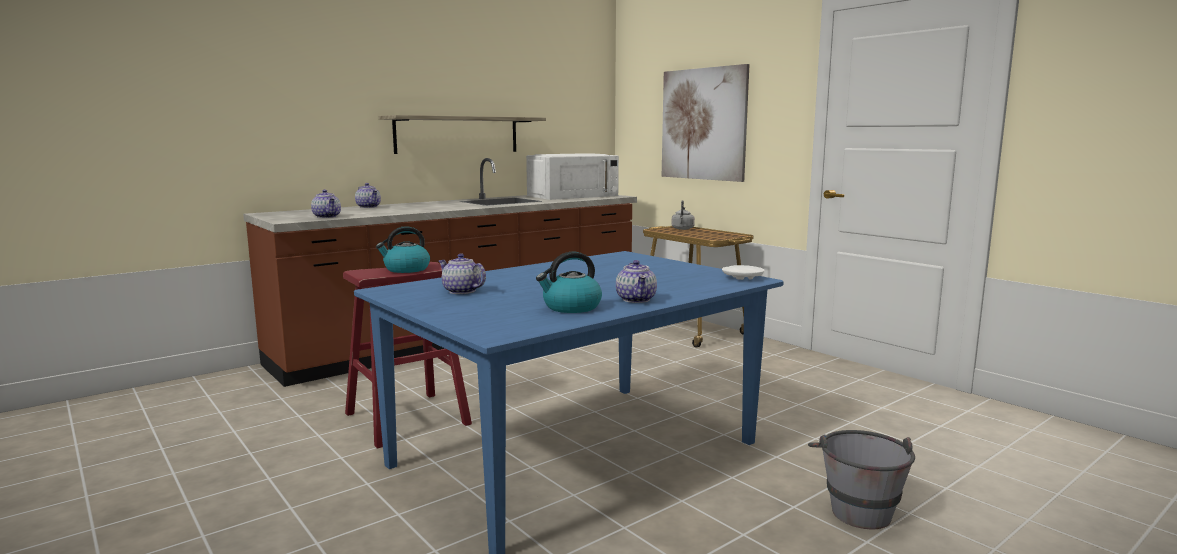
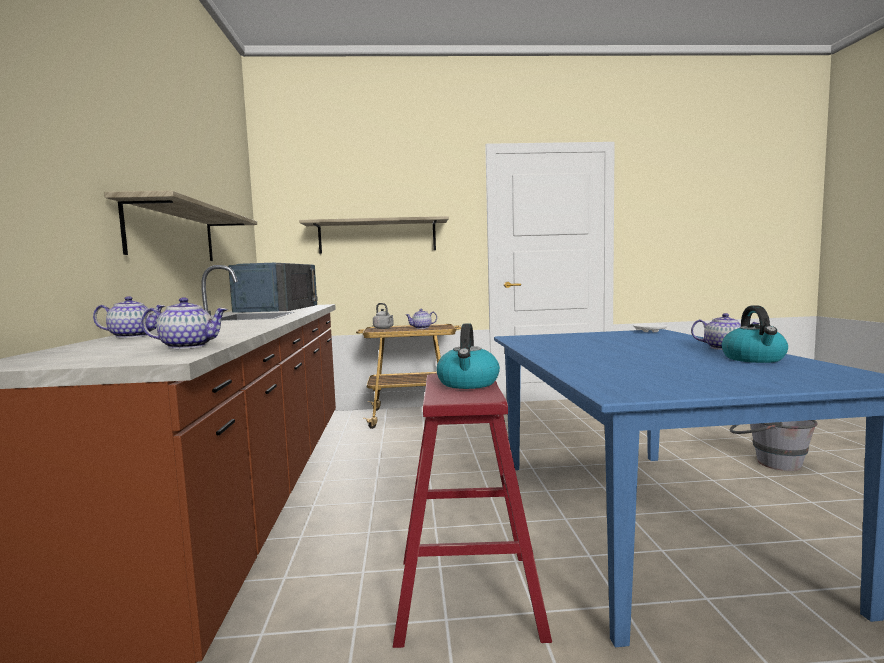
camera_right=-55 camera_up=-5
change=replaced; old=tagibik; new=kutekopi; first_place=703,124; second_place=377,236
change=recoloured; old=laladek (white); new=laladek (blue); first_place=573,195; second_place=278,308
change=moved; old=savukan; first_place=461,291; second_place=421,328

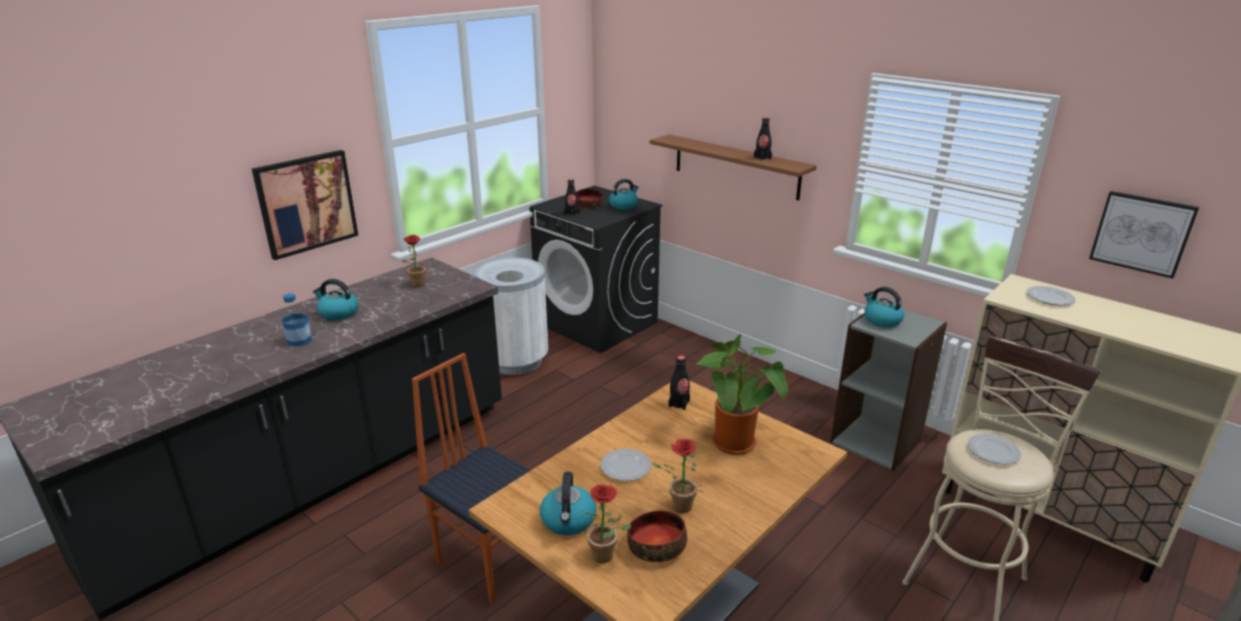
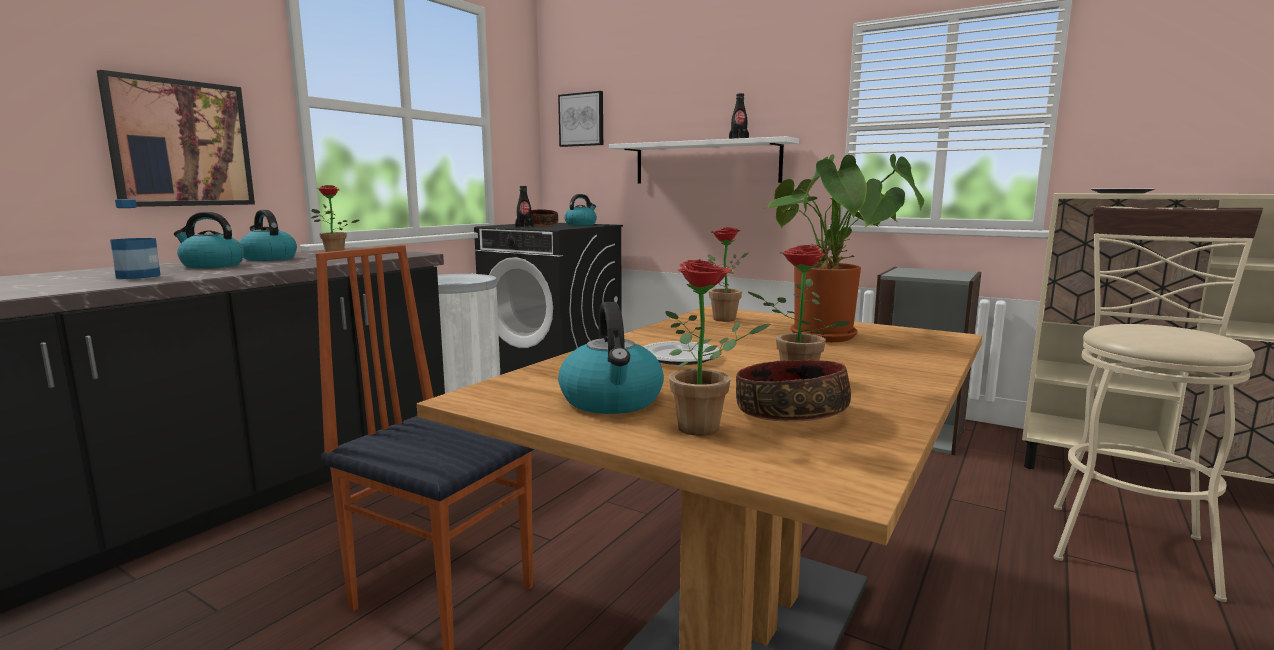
camera_right=-10 camera_up=-15
change=recoloured; old=kutekopi (brown); new=kutekopi (white); first_place=736,166; second_place=706,162
change=moved; old=tagibik; first_place=1142,233; second_place=581,119
change=moved; old=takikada; first_place=881,320; second_place=268,258
change=replaced; old=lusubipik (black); new=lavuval; first_place=679,403; second_place=720,318
change=removed; old=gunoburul; first_place=992,451

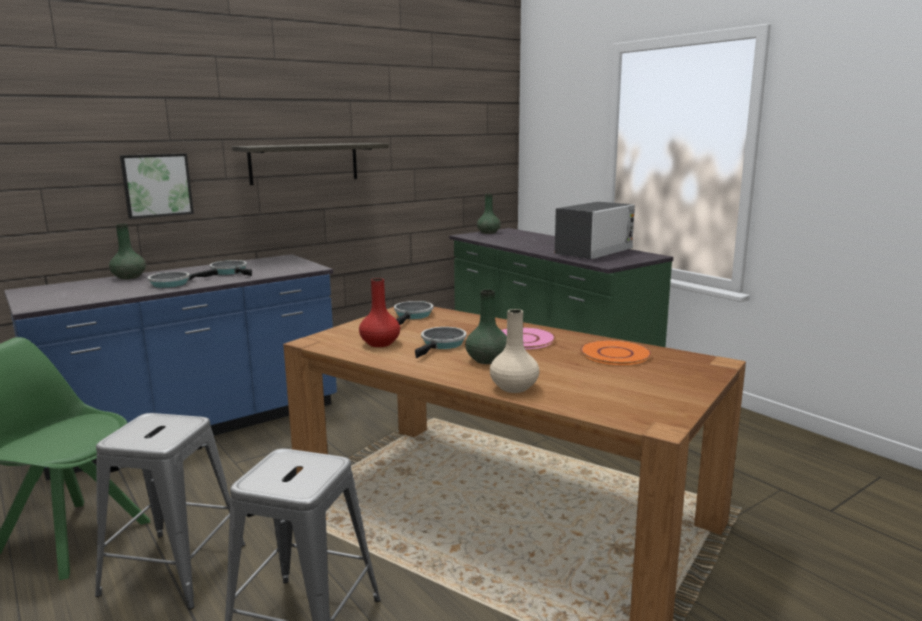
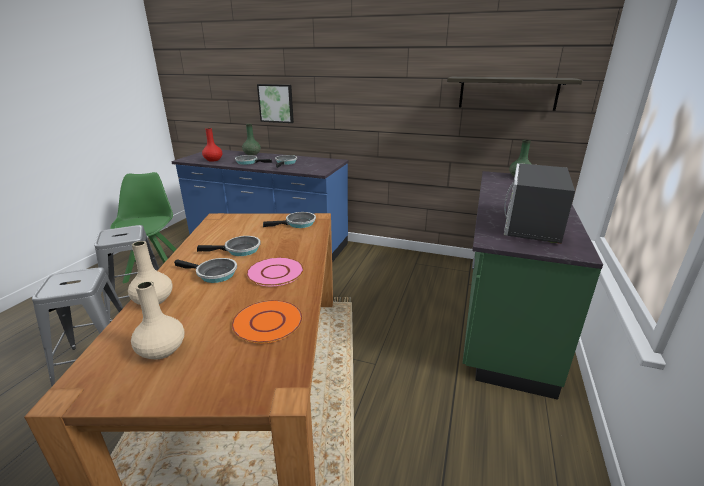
camera_right=55 camera_up=10
change=moved; old=kutekopi; first_place=304,163; second_place=507,93
change=turned; old=laladek; first_place=594,252; second_place=531,225; degrees=105
change=moved; old=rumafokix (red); first_place=380,343; second_place=213,160
change=replaced; old=rumafokix (green); new=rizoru; first_place=488,360; second_place=214,274
change=added; new=rumafokix (beige); second_place=161,351

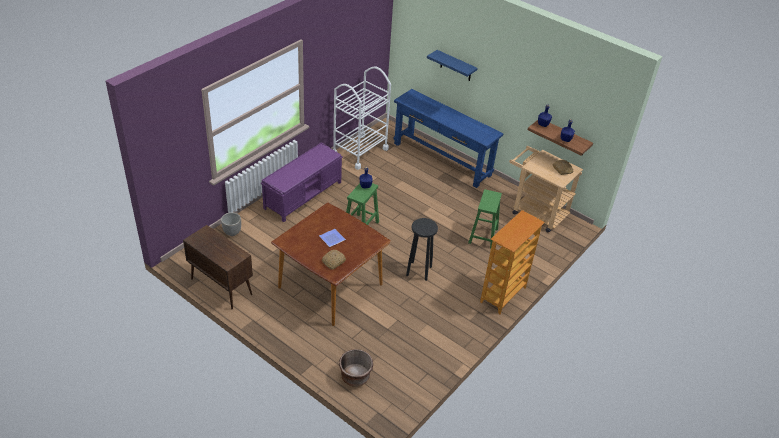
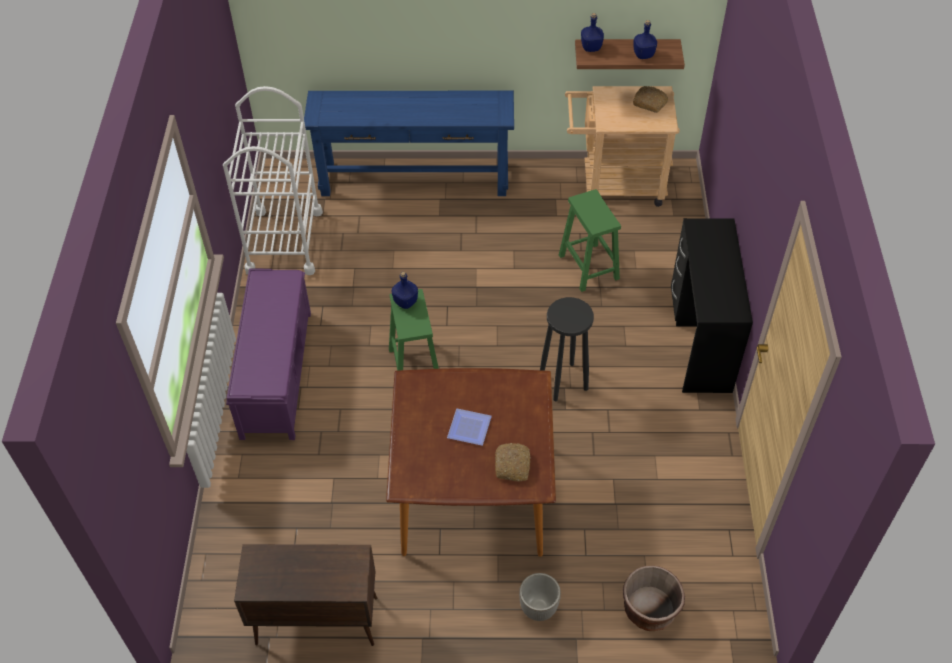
camera_right=-35 camera_up=10
change=removed; old=kutekopi (blue); first_place=456,66
change=replaced; old=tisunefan; new=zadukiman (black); first_place=503,295; second_place=700,340
change=moved; old=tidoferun; first_place=232,232; second_place=538,608

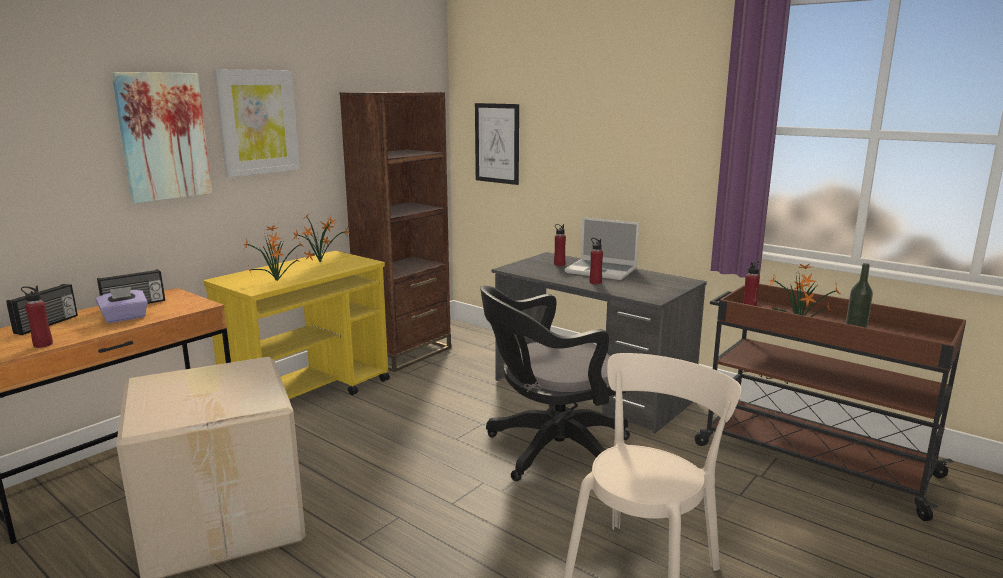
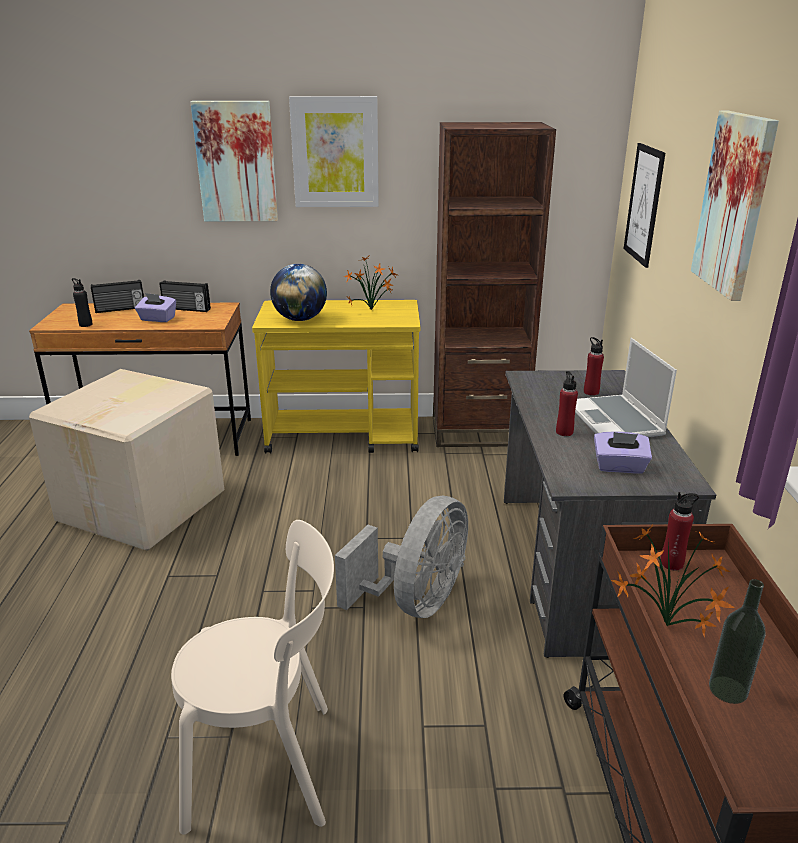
camera_right=50 camera_up=10
change=replaced; old=lavuval; new=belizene; first_place=279,281; second_place=300,319
change=recoloured; old=lusubipik (red); new=lusubipik (black); first_place=43,344; second_place=85,324
change=replaced; old=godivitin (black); new=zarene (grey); first_place=551,450; second_place=415,602
change=added; new=tagibik; second_place=734,204
change=added; new=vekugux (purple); second_place=619,467

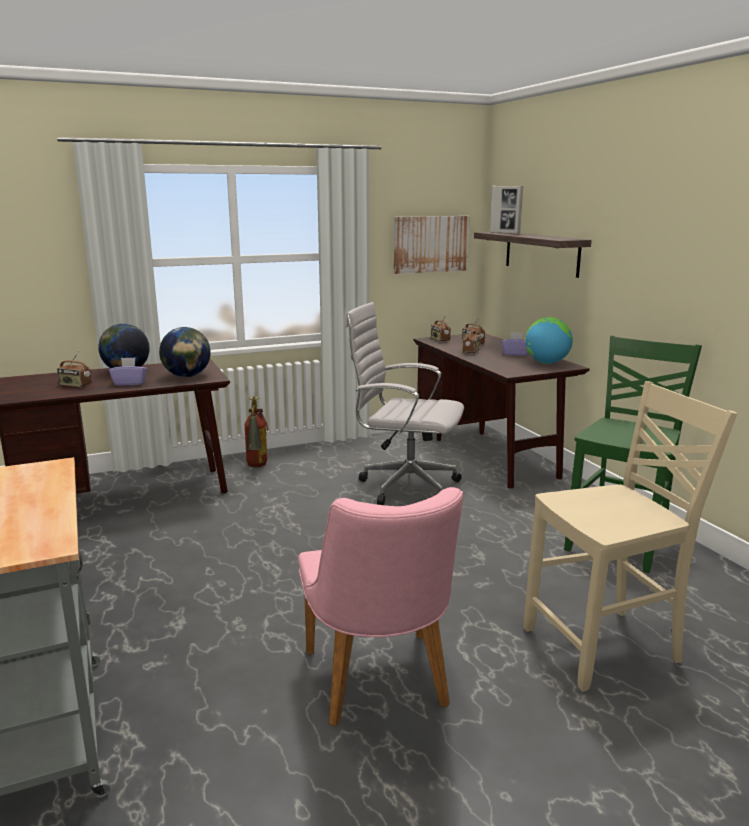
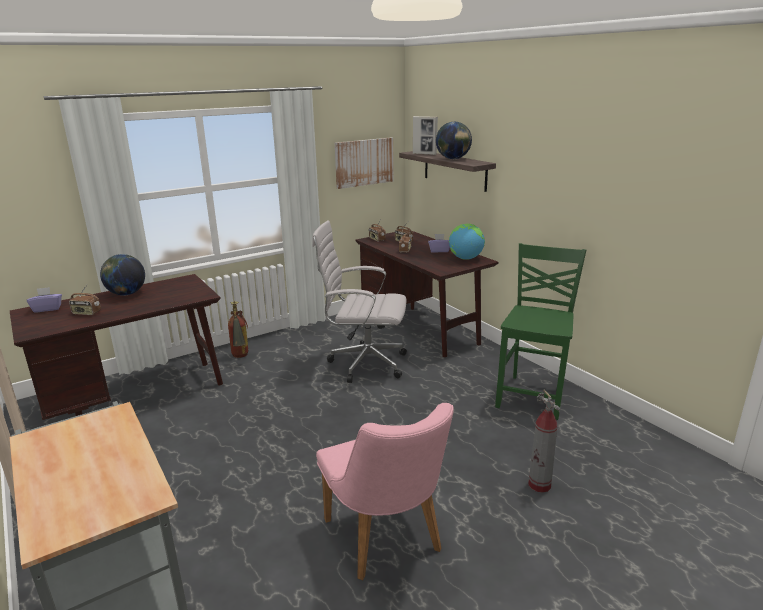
camera_right=-10 camera_up=5
change=moved; old=belizene; first_place=187,376; second_place=453,159
change=moved; old=vekugux (purple); first_place=130,383; second_place=47,309
change=replaced; old=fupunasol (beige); new=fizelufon; first_place=605,647; second_place=539,485

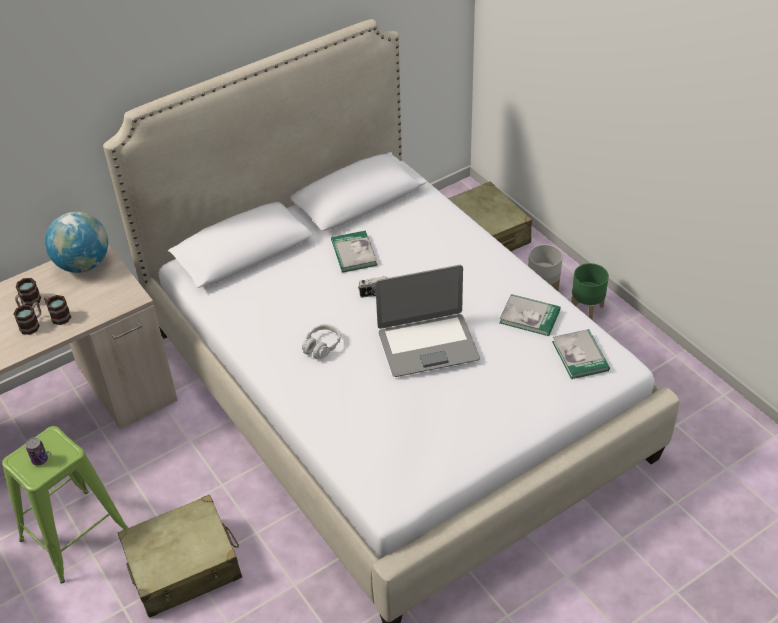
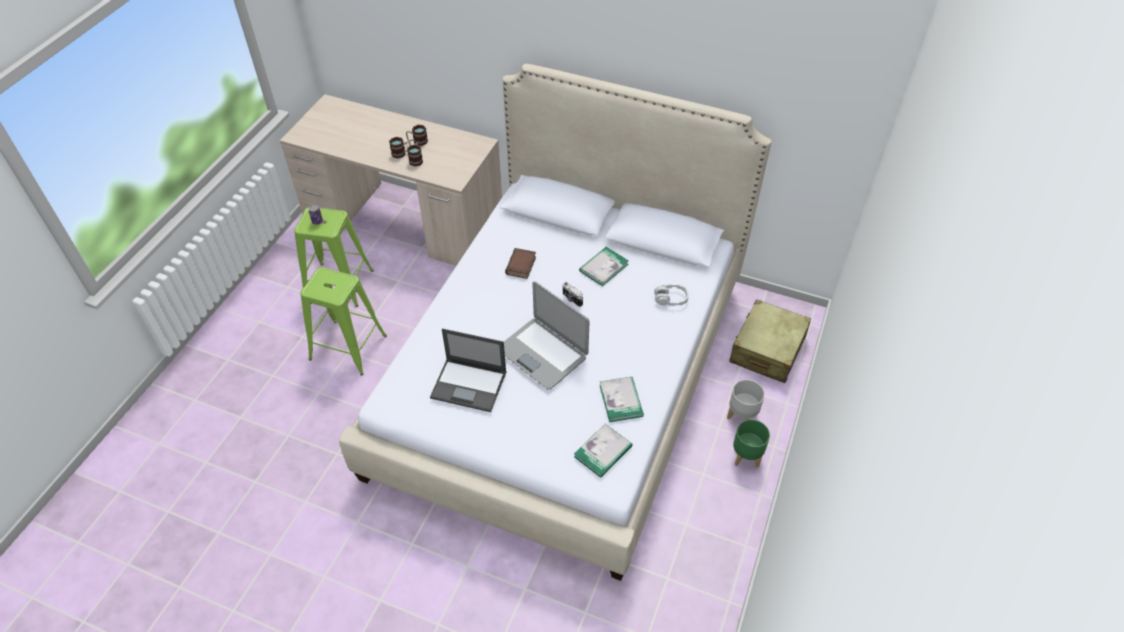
camera_right=55 camera_up=5
change=removed; old=belizene; first_place=83,264
change=moved; old=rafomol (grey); first_place=321,346; second_place=670,299
change=replaced; old=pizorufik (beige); new=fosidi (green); first_place=184,566; second_place=347,347
change=added; new=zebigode; second_place=521,266
change=added; new=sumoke; second_place=470,385

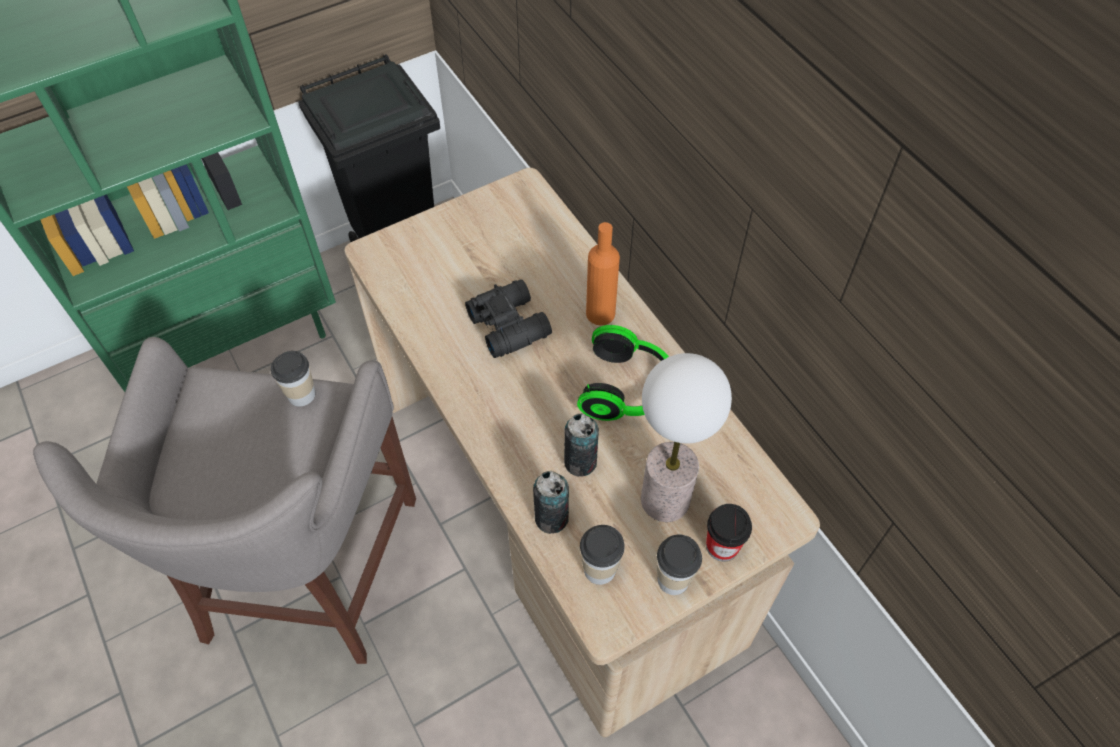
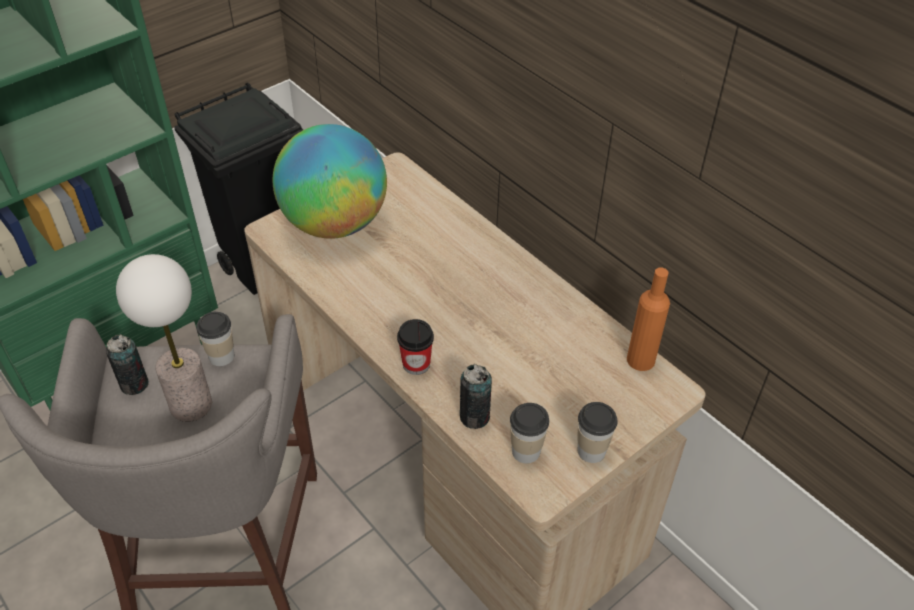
camera_right=-10 camera_up=-10
change=moved; old=lusubipik (orange); first_place=600,313; second_place=640,360
change=removed; old=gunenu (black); first_place=509,323
change=removed; old=rafomol; first_place=628,388
change=moved; old=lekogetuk; first_place=665,499; second_place=191,404
change=moved; old=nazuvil; first_place=580,462; second_place=134,384
change=moved; old=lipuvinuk; first_place=722,546; second_place=416,364
change=added; new=belizene; second_place=334,223

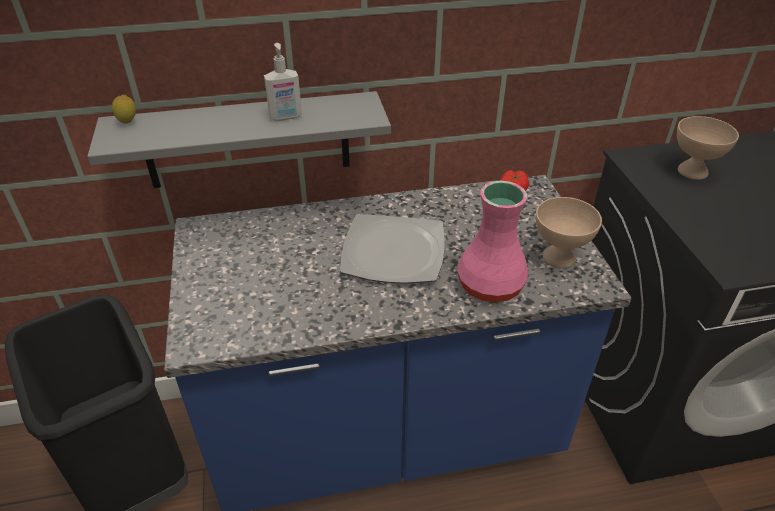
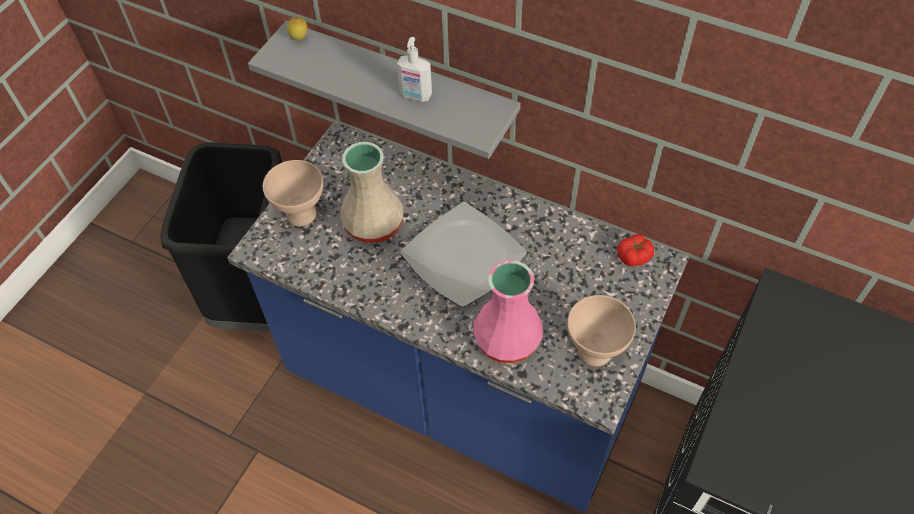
camera_right=40 camera_up=15
change=moved; old=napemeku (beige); first_place=691,171; second_place=302,213
change=added; new=rumafokix (beige); second_place=373,225

